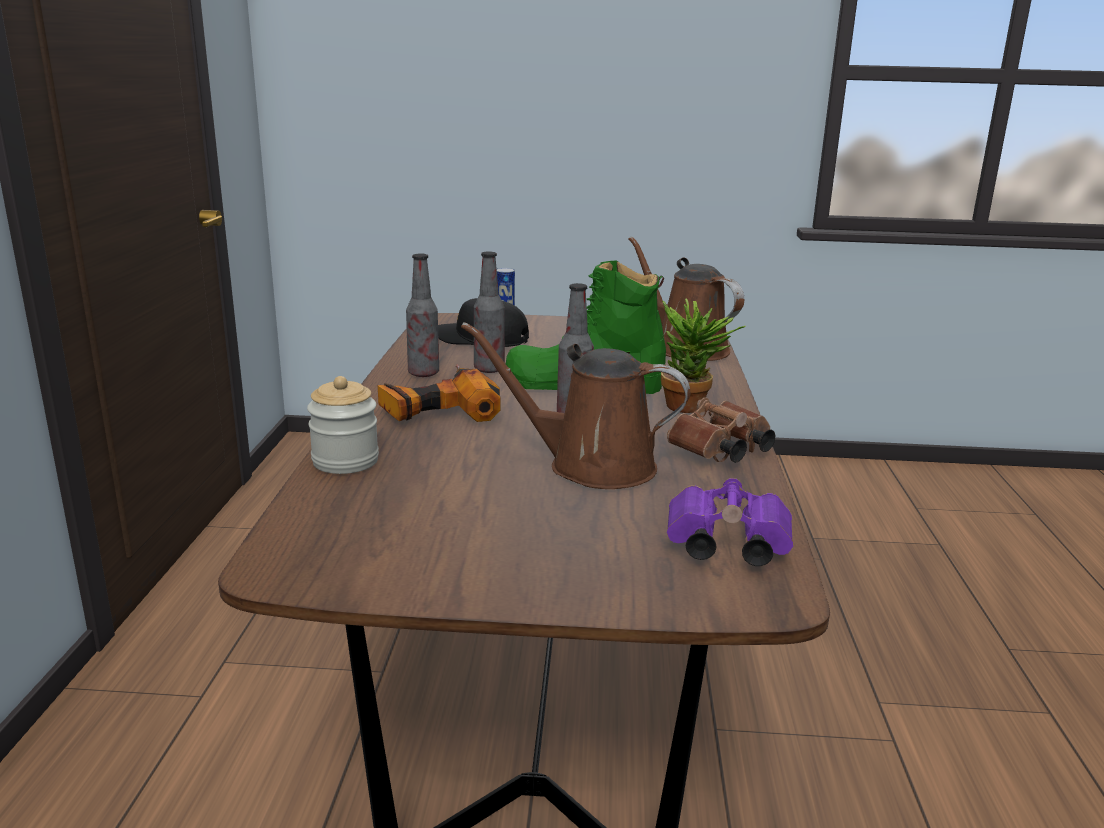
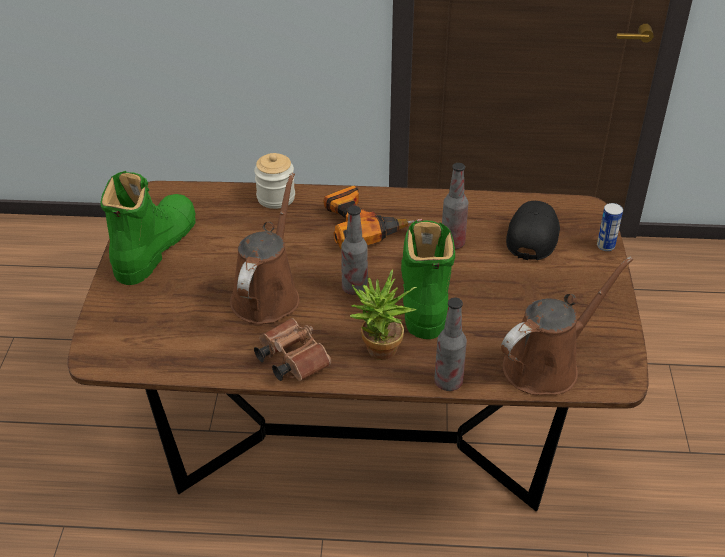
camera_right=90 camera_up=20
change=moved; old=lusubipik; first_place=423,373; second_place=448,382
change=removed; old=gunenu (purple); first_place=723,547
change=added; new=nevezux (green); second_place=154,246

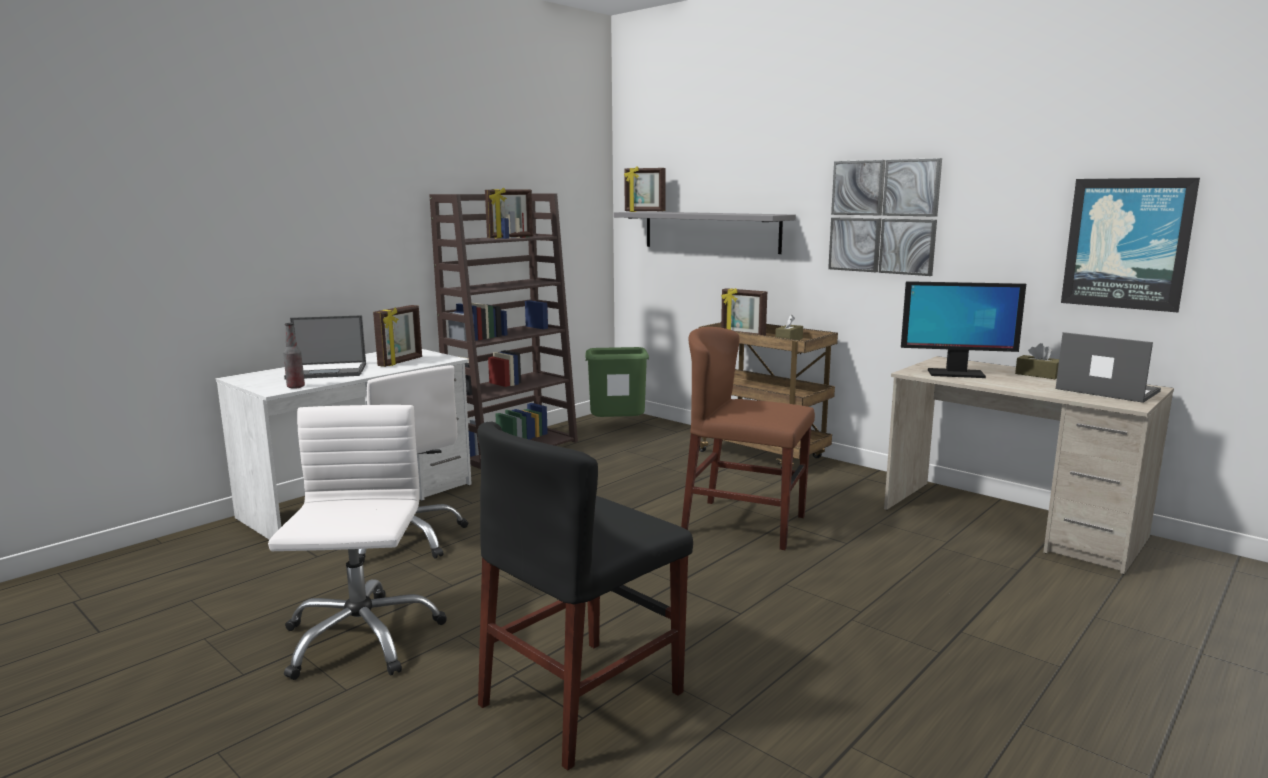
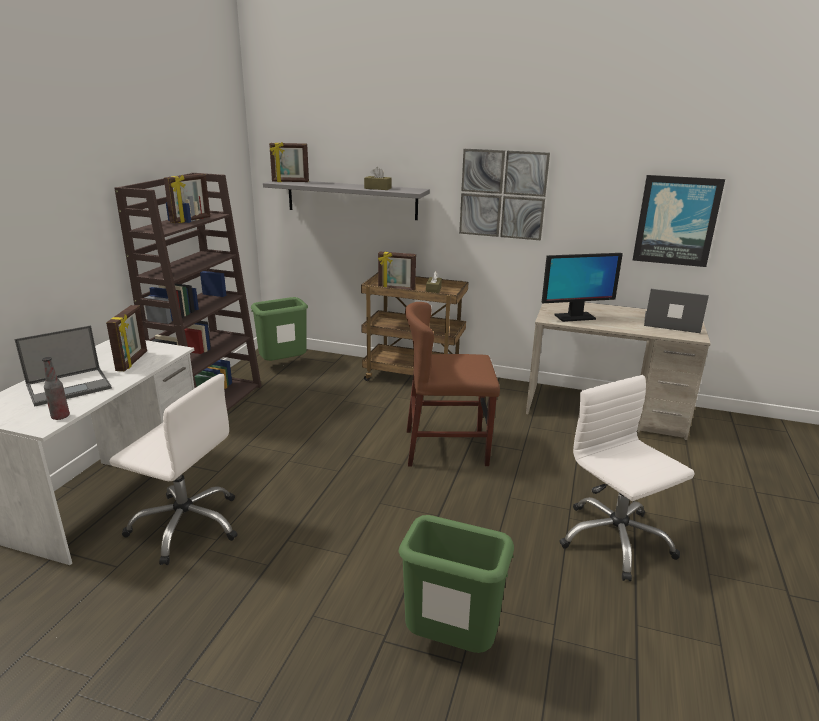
camera_right=-25 camera_up=10
change=moved; old=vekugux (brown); first_place=1038,375; second_place=377,188
change=moved; old=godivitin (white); first_place=360,638; second_place=614,540
change=replaced; old=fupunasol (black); new=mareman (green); first_place=582,698; second_place=449,645

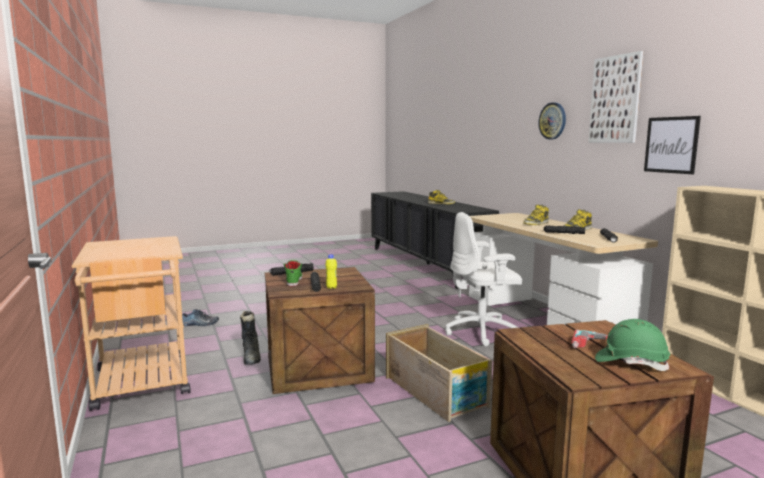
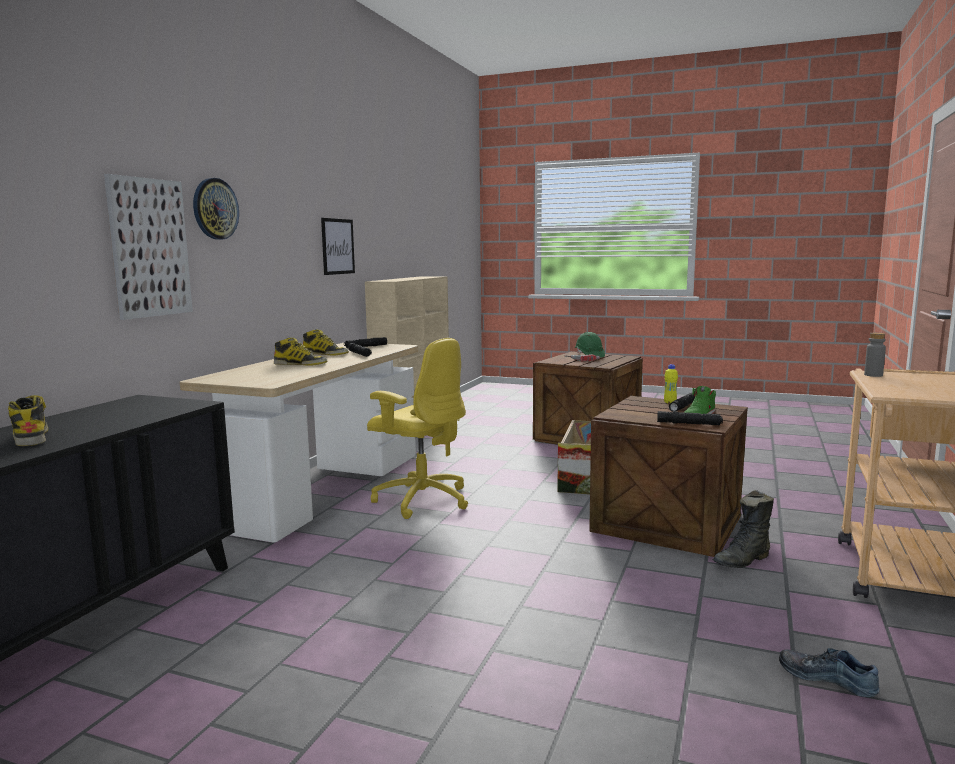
camera_right=-135 camera_up=0
change=moved; old=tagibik; first_place=615,99; second_place=149,248
change=recoloured; old=godivitin (white); new=godivitin (yellow); first_place=482,332; second_place=421,499
change=turned; old=nevezux (black); first_place=251,358; second_place=743,560; degrees=-150
change=added; new=lusubipik (grey); second_place=873,375

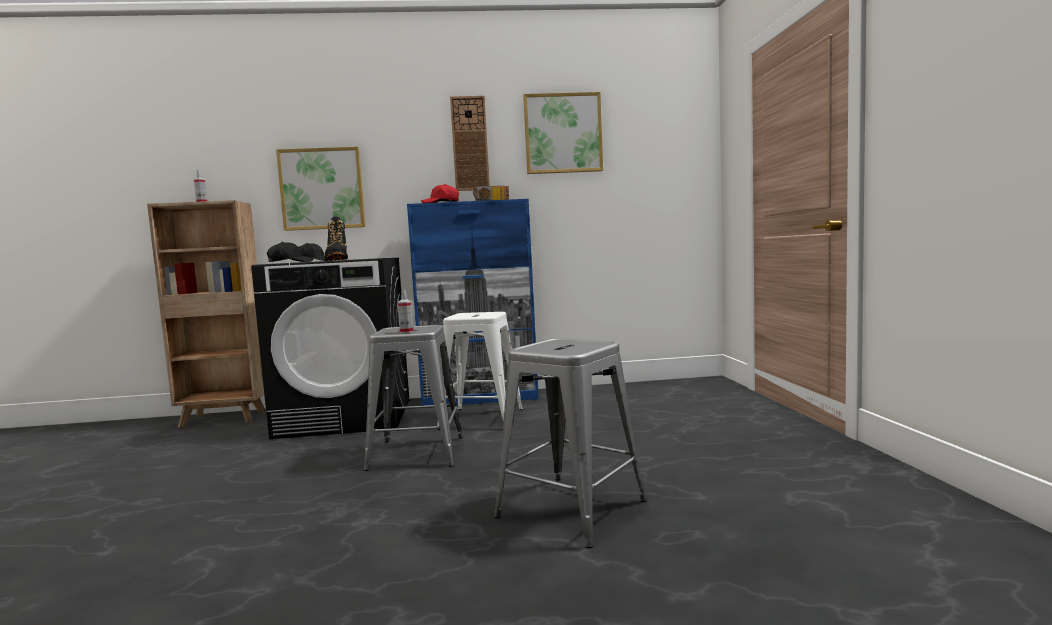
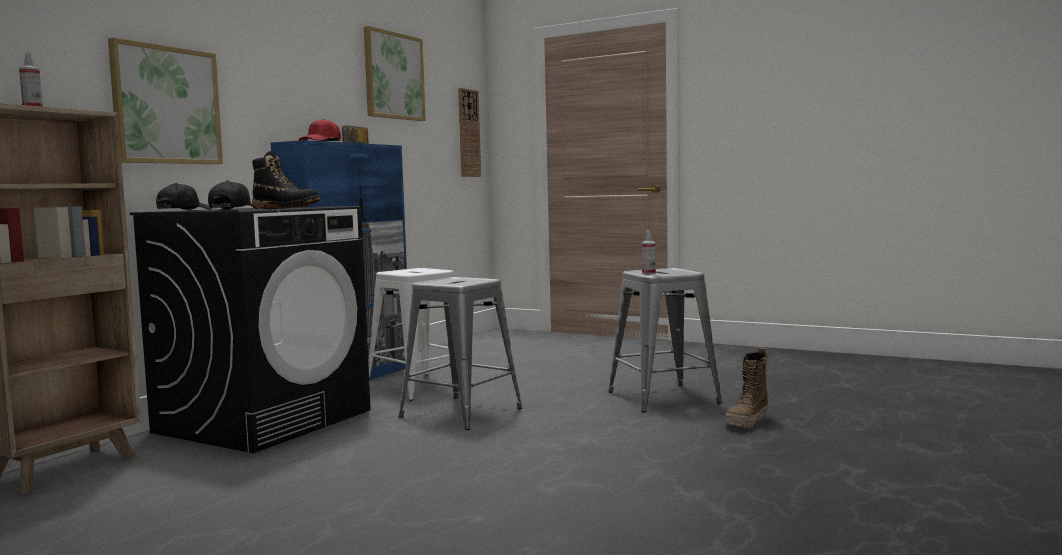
camera_right=-55 camera_up=0
change=moved; old=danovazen; first_place=470,143; second_place=468,133
change=moved; old=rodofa; first_place=406,332; second_place=648,273
change=added; new=nevezux; second_place=748,422

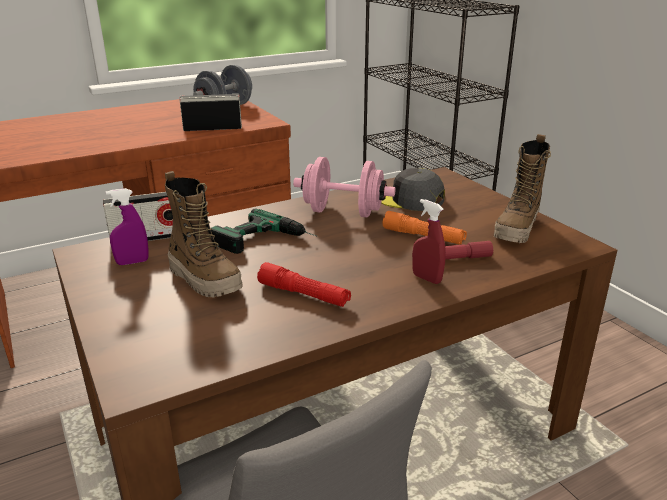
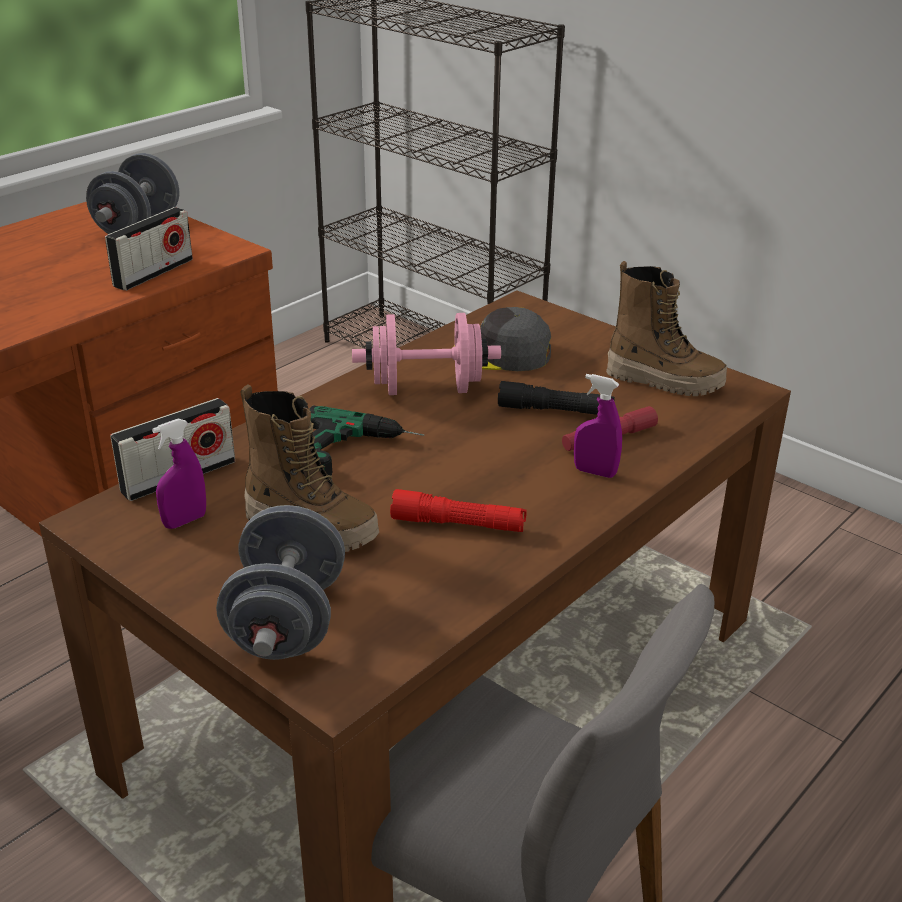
camera_right=-20 camera_up=5
change=turned; old=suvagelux; first_place=212,128; second_place=153,273; degrees=150
change=turned; old=nevezux; first_place=517,230; second_place=664,381; degrees=-75
change=recoloured; old=rodofa (red); new=rodofa (purple); first_place=426,278; second_place=595,472
change=recoloured; old=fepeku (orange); new=fepeku (black); first_place=423,236; second_place=555,411
change=added; new=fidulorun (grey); second_place=286,622

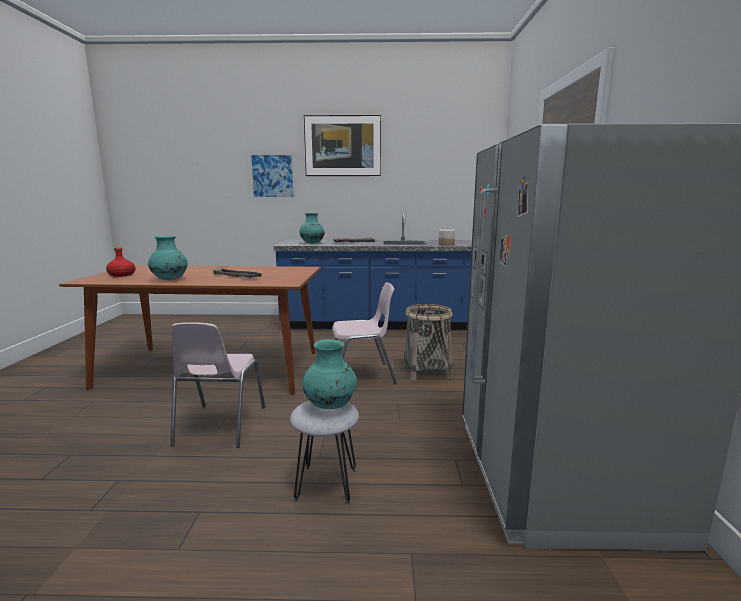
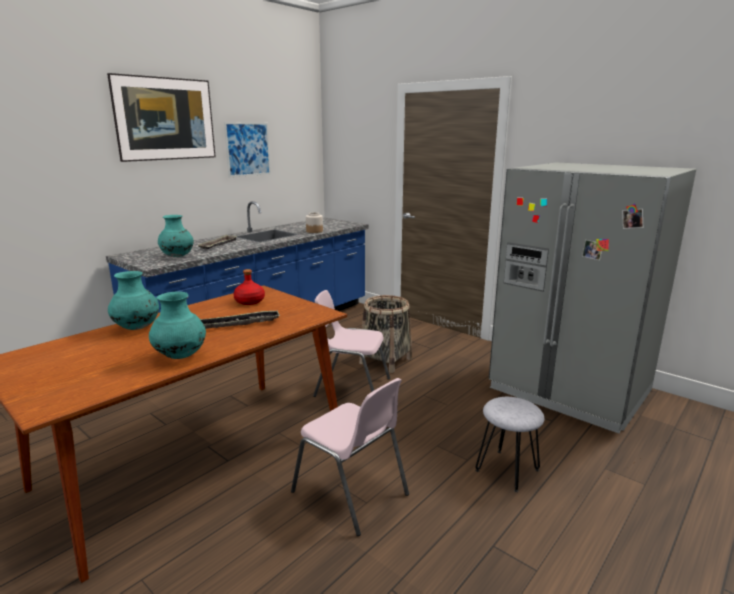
camera_right=-50 camera_up=5
change=moved; old=tagibik; first_place=272,176; second_place=248,149
change=moved; old=lusubipik (red); first_place=121,275; second_place=249,301
change=turned; old=fupunasol (pink); first_place=362,375; second_place=351,387; degrees=-105
change=moved; old=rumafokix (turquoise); first_place=330,406; second_place=137,328

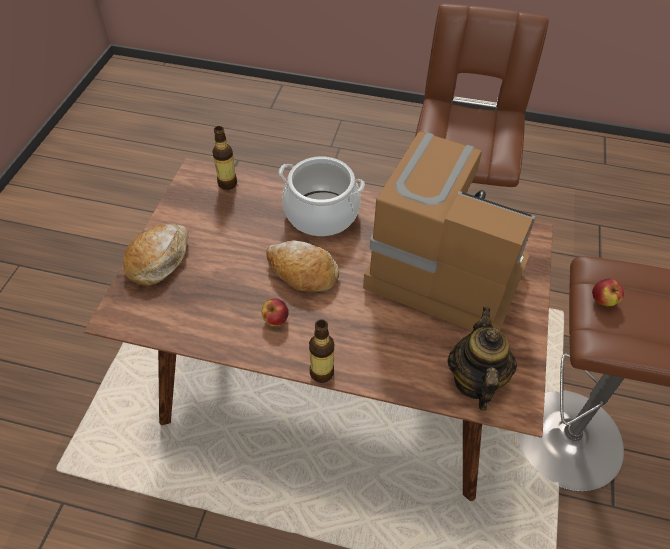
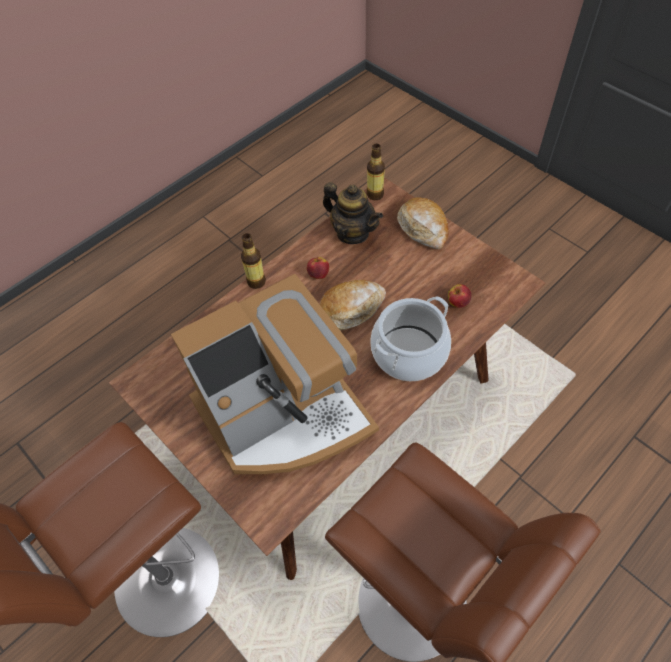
camera_right=125 camera_up=5
change=moved; old=lusubipik; first_place=227,183; second_place=375,194
change=moved; old=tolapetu; first_place=603,301; second_place=458,302
change=moved; old=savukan; first_place=475,380; second_place=352,233

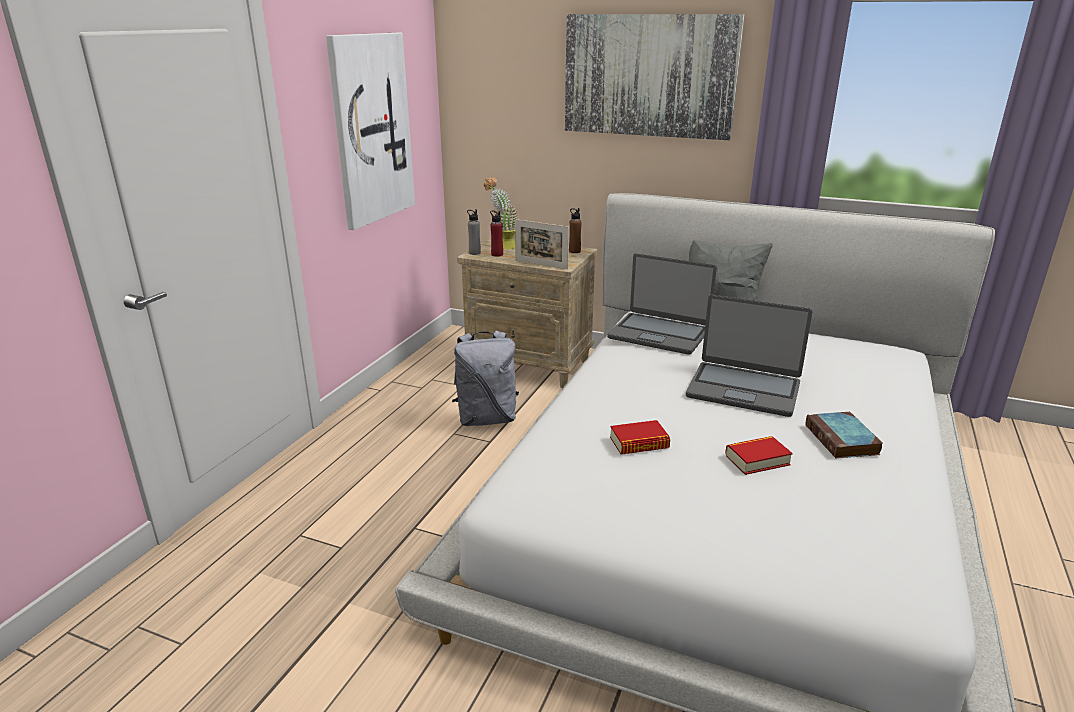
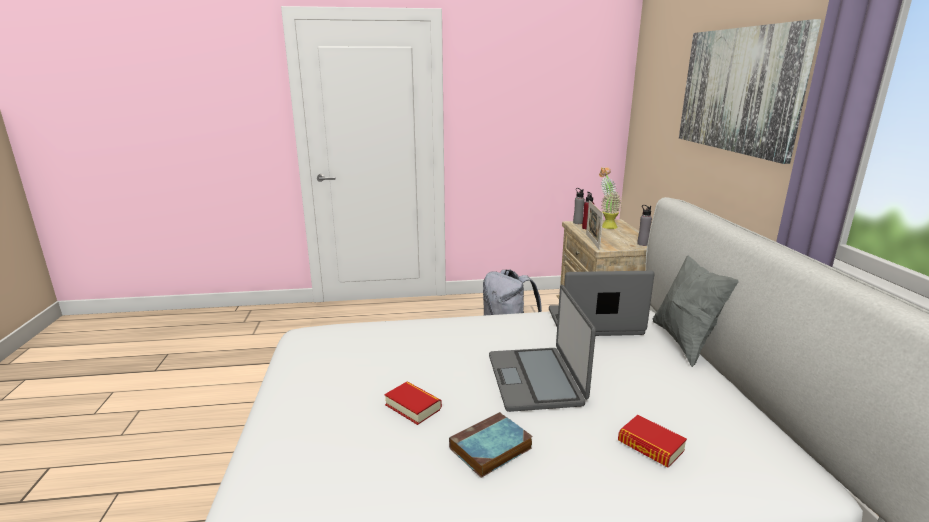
camera_right=60 camera_up=-5
change=removed; old=tagibik; first_place=371,129
change=recoloured; old=lusubipik (brown); new=lusubipik (grey); first_place=574,251; second_place=642,244
change=turned; old=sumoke; first_place=659,334; second_place=595,323; degrees=90
change=moved; old=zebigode; first_place=639,443; second_place=650,446

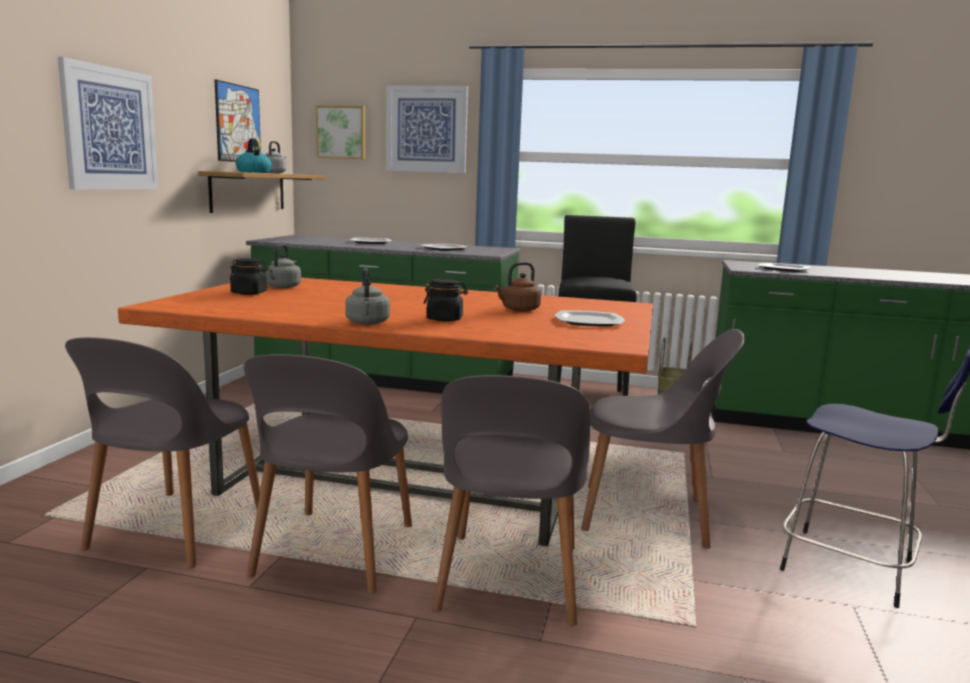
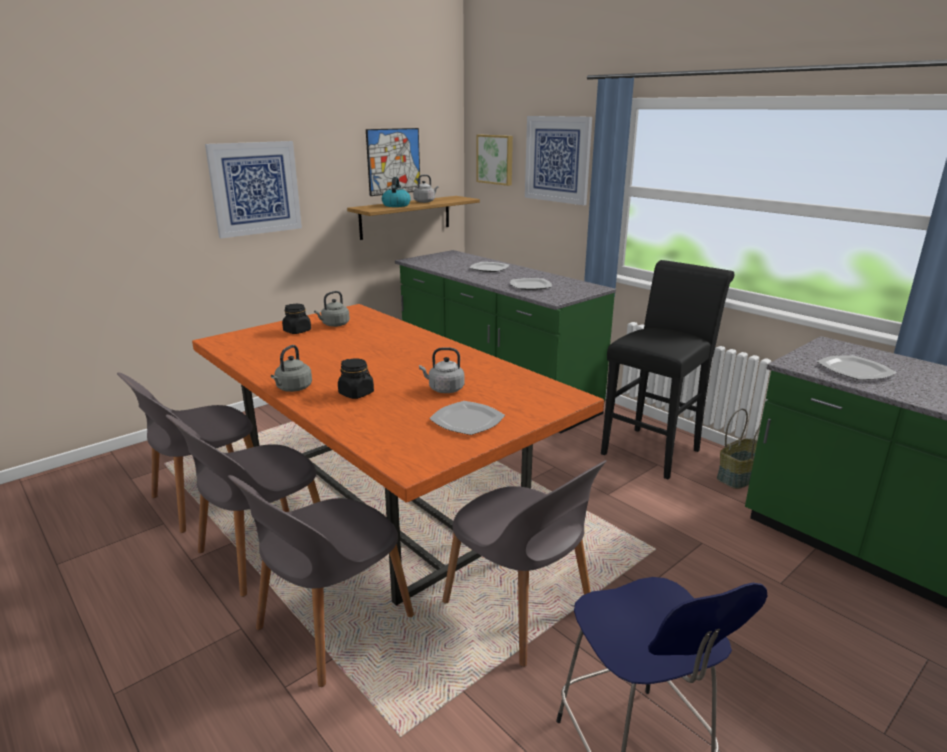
camera_right=35 camera_up=10
change=recoloured; old=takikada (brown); new=takikada (grey); first_place=518,310; second_place=444,389

